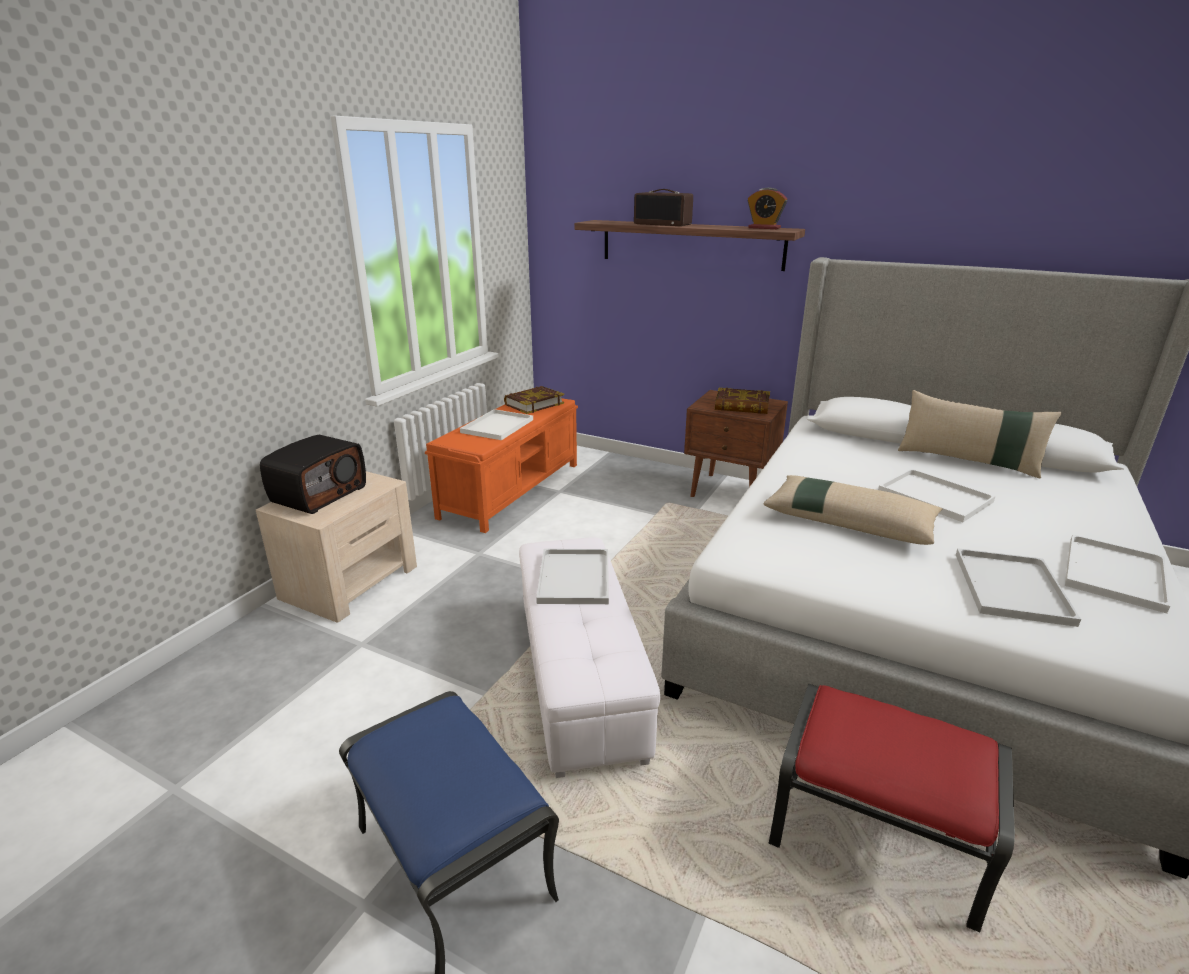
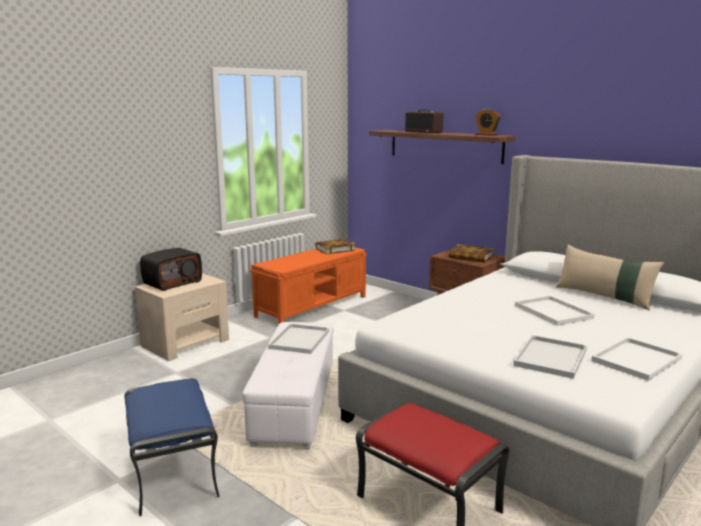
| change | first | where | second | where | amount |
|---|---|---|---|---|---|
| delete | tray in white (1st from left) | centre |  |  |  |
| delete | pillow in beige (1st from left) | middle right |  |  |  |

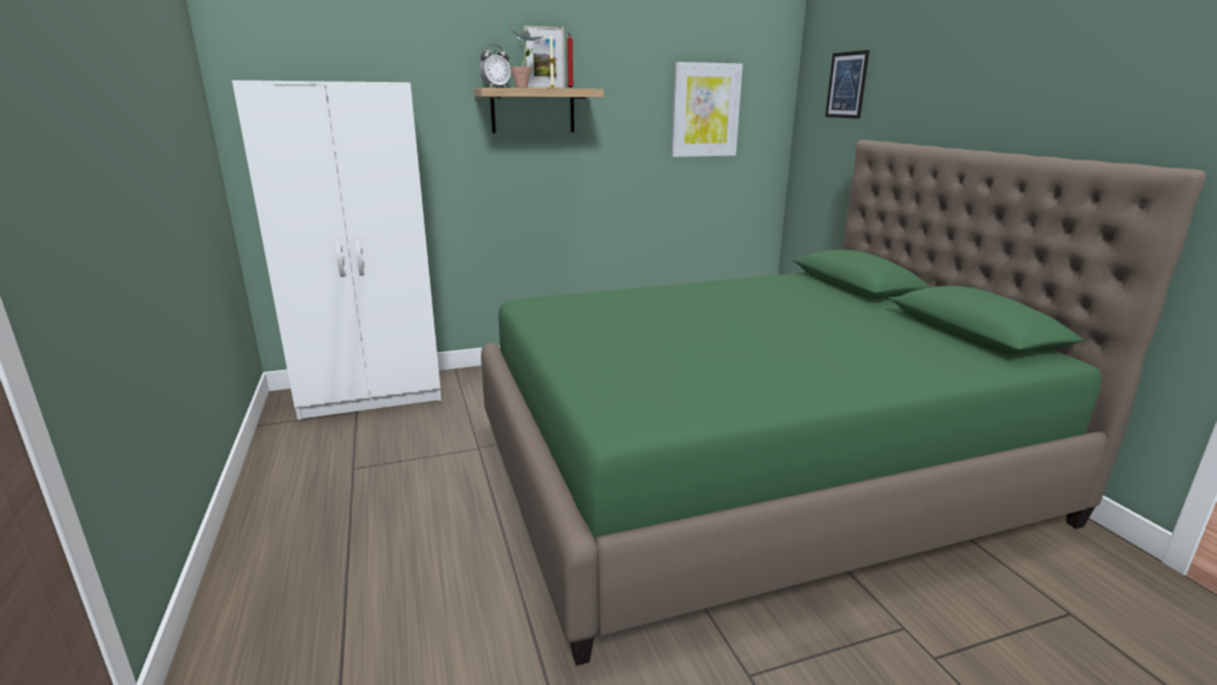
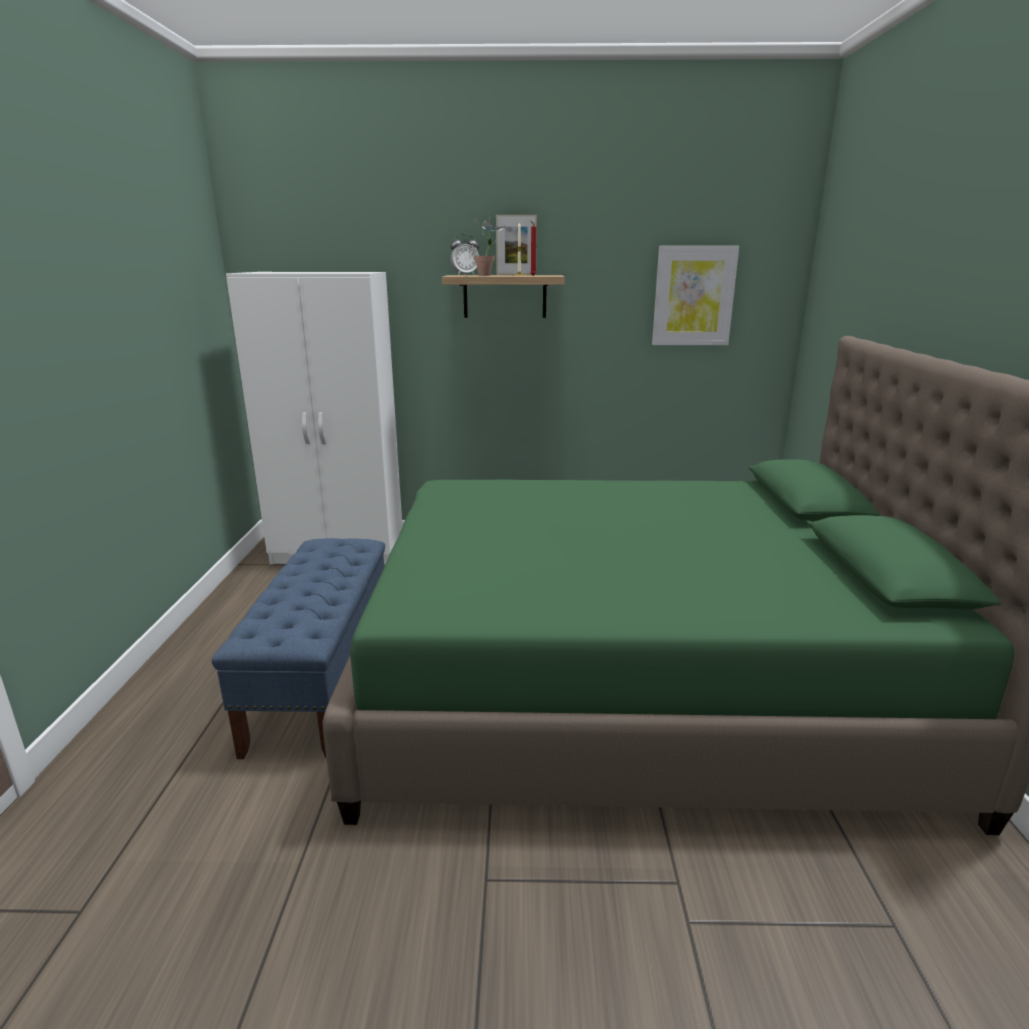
| change | first | where | second | where | amount |
|---|---|---|---|---|---|
| insert |  |  | bench in blue | middle left |  |
| delete | picture (2nd from left) | top right |  |  |  |

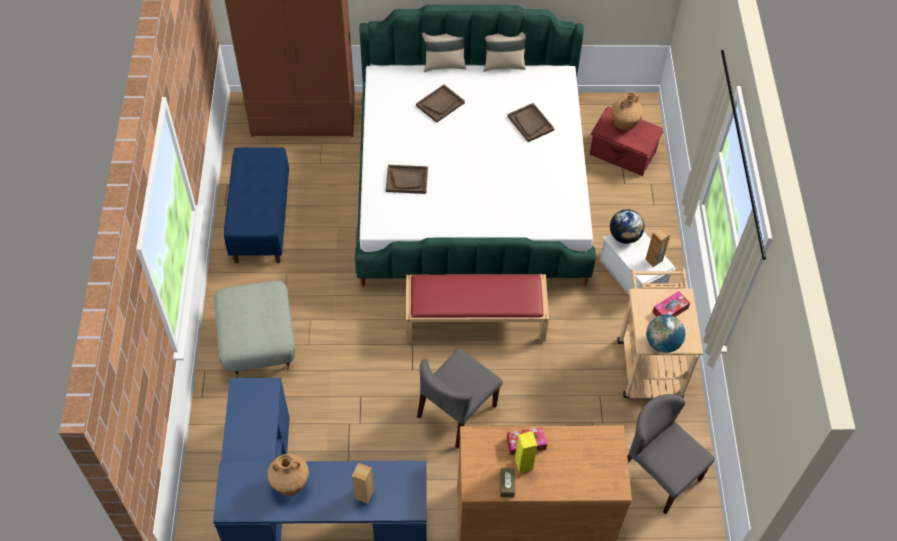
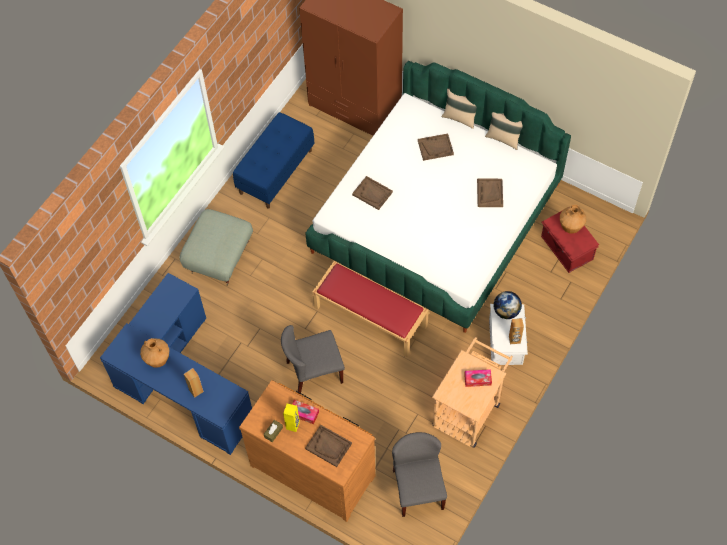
| change | first | where | second | where | amount |
|---|---|---|---|---|---|
| insert |  |  | tray in brown (1st from left) | bottom centre |  |
| delete | globe (2nd from left) | middle right |  |  |  |

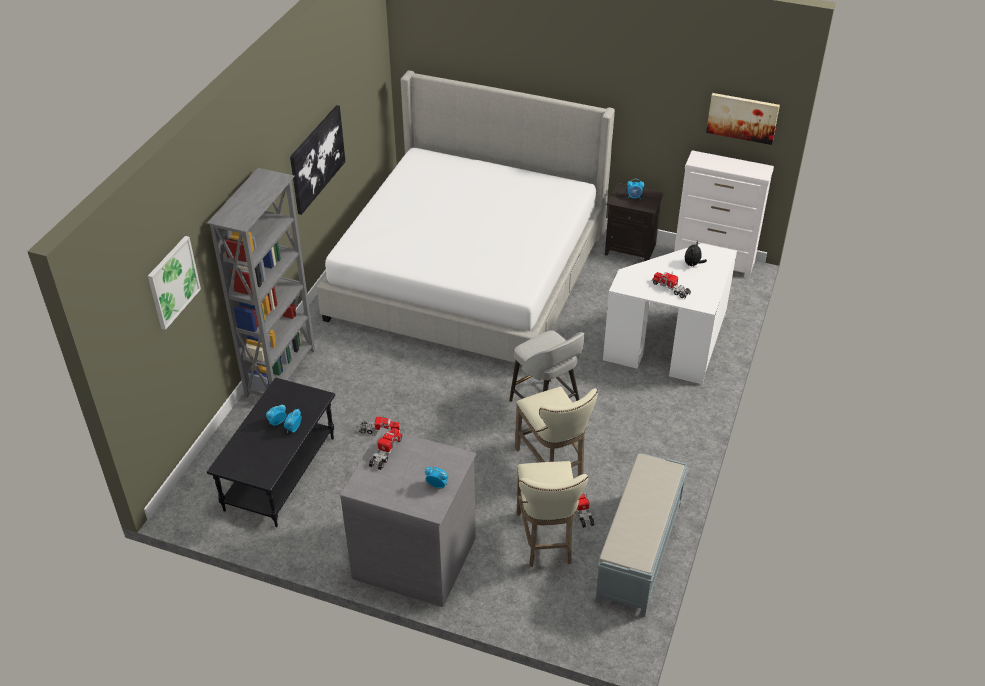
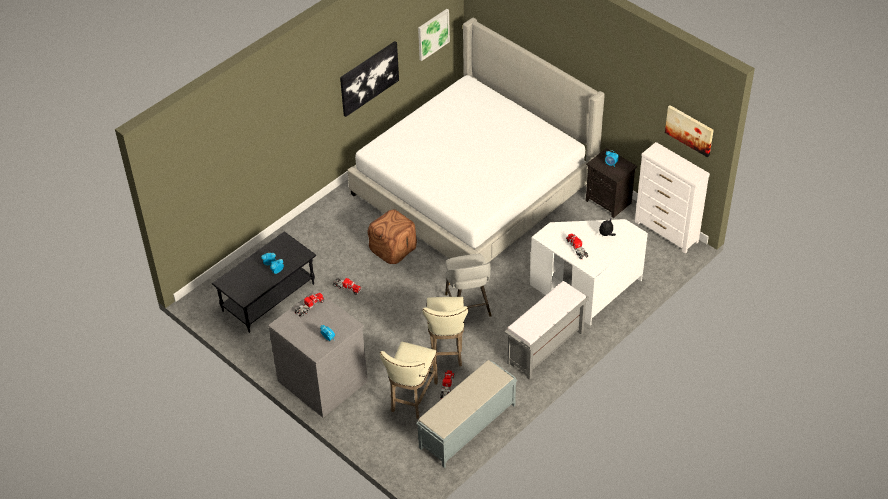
| change | first | where | second | where | amount |
|---|---|---|---|---|---|
| insert |  |  | ottoman in brown | centre |  |
| move | picture (1st from left in the first image) | middle left | picture (2nd from left) | top centre |  |
| insert |  |  | bench in grey (2nd from left) | centre |  |
| delete | bookcase in grey | middle left |  |  |  |

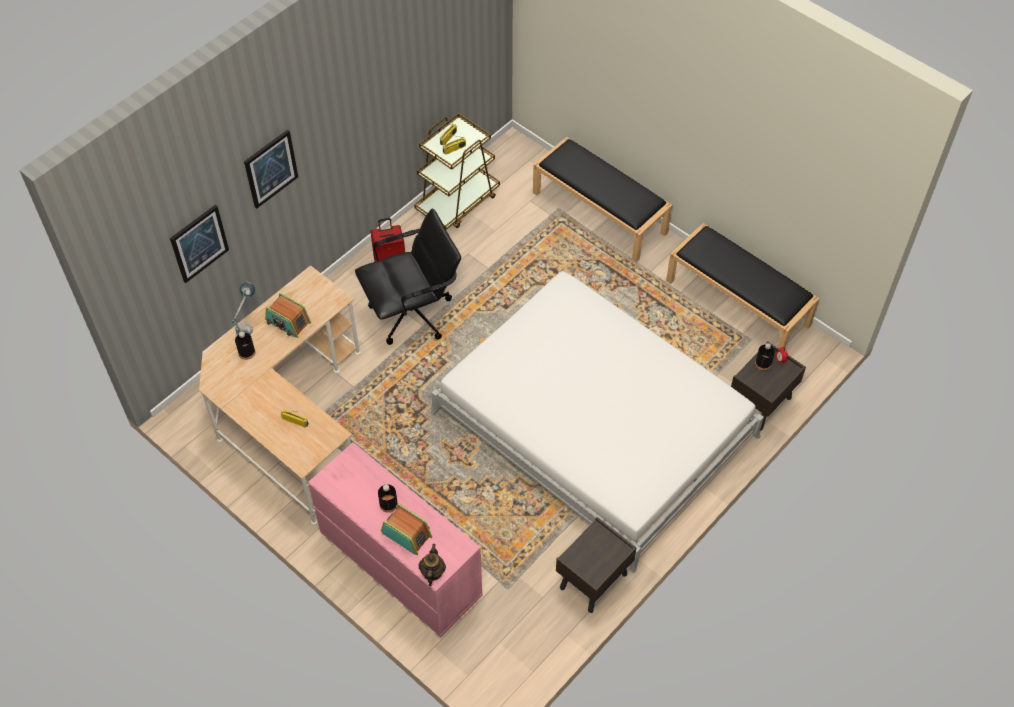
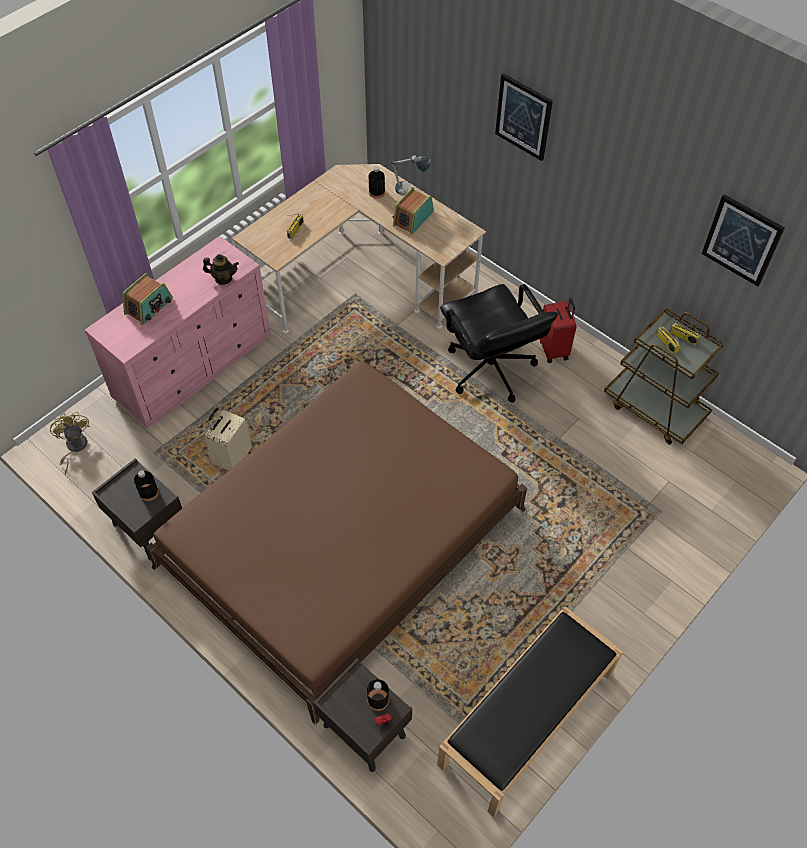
| change | first | where | second | where | amount |
|---|---|---|---|---|---|
| insert |  |  | fan in yellow | middle left |  |
| move | bottle in black (2nd from left in the first image) | bottom centre | bottle in black (1st from left) | middle left |  |
| recolor | bed in white | centre | bed in brown | centre |  |
| move | teapot | bottom centre |  | top left |  |
| insert |  |  | suitcase in beige | middle left |  |
| move | picture (1st from left in the first image) | middle left | picture (2nd from left) | top right |  |
| delete | bench in black (1st from left) | top centre |  |  |  |

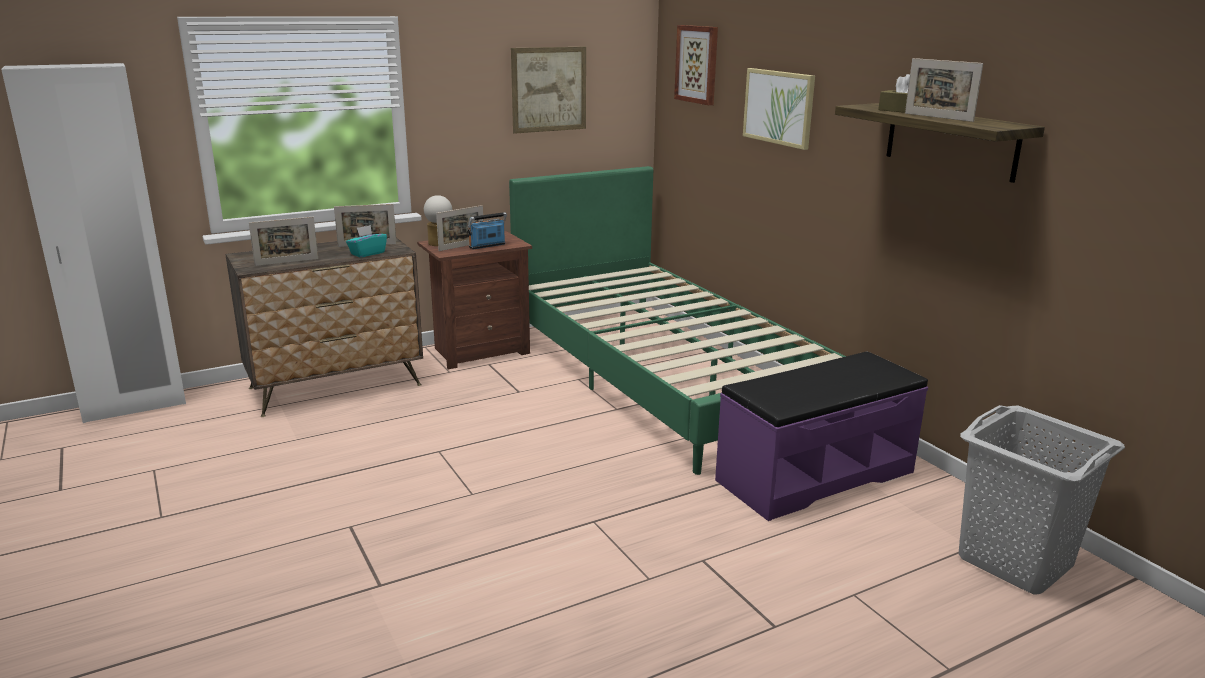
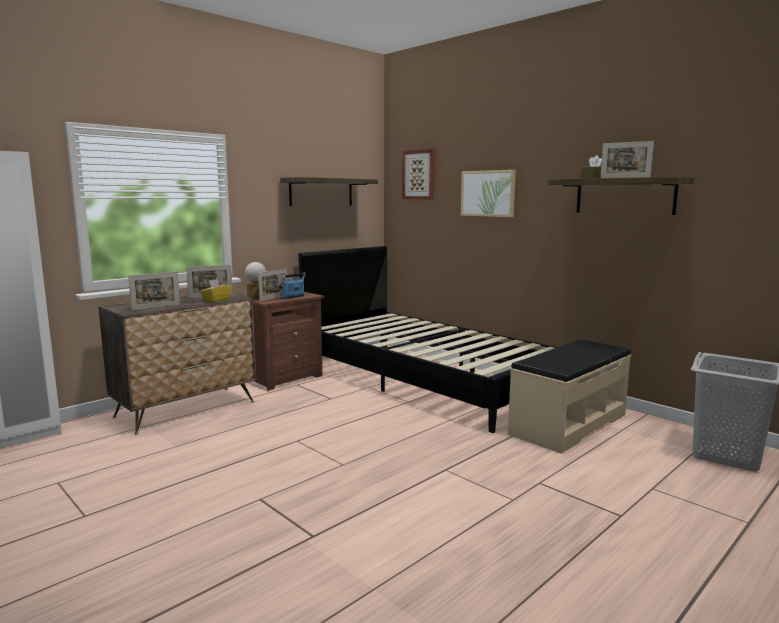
| change | first | where | second | where | amount |
|---|---|---|---|---|---|
| recolor | tissue box in turquoise | middle left | tissue box in yellow | middle left |  |
| replace | picture (1st from left) | top centre | shelf (1st from left) | top centre |  |
| recolor | bed in green | centre | bed in black | centre |  |
| recolor | bench in purple | middle right | bench in beige | middle right |  |

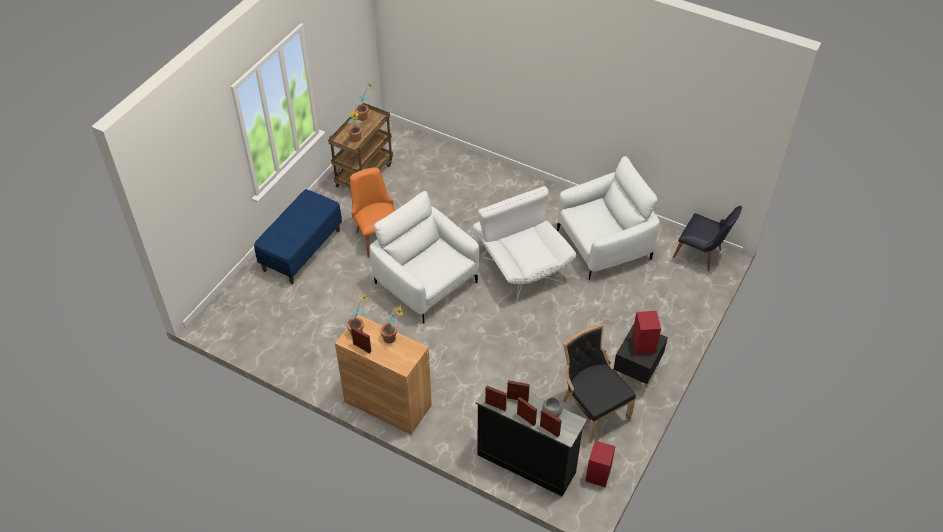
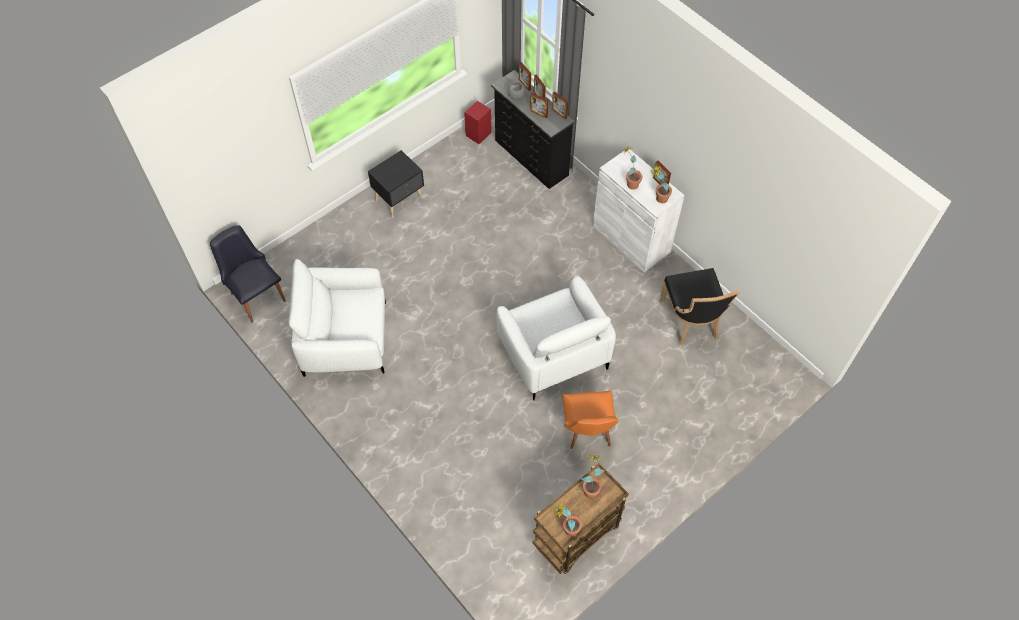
| change | first | where | second | where | amount |
|---|---|---|---|---|---|
| recolor | cabinet in brown | bottom centre | cabinet in white | centre |  |
| move | chair in black (1st from left in the first image) | bottom centre | chair in black (2nd from left) | middle right |  |
| delete | bench in blue | middle left |  |  |  |
| delete | armchair in white (2nd from left) | centre |  |  |  |
| delete | speaker in red (2nd from left) | middle right |  |  |  |

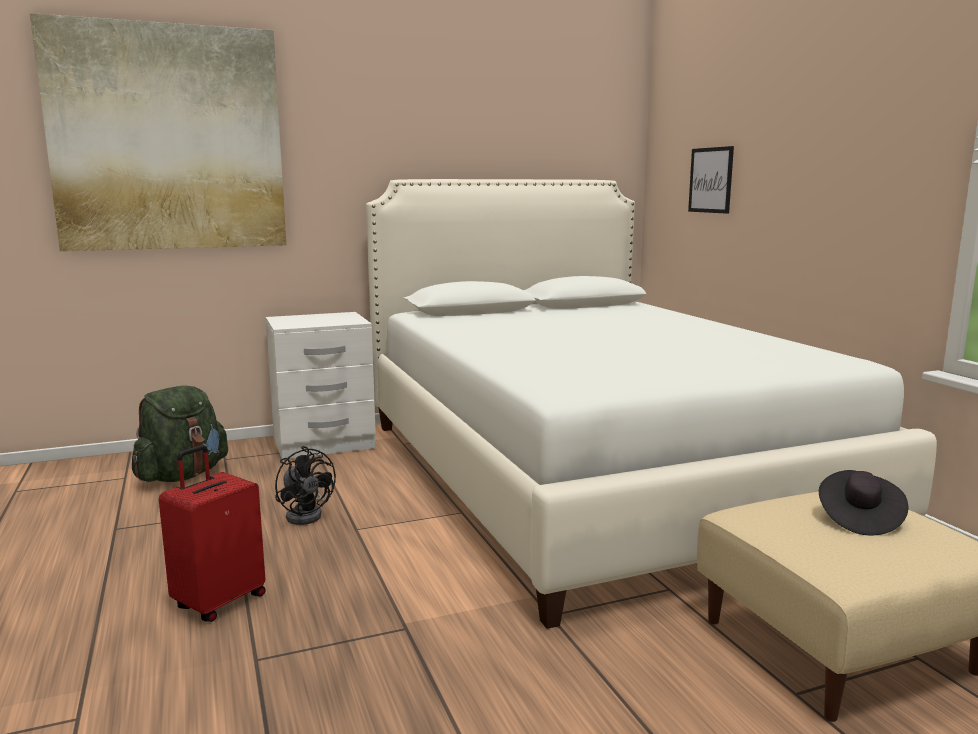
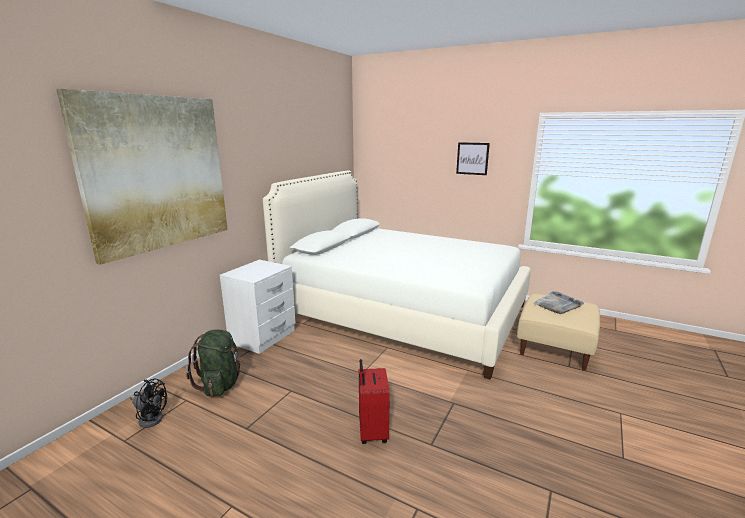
| change | first | where | second | where | amount |
|---|---|---|---|---|---|
| move | fan in black | middle left |  | bottom left |  |
| move | picture (2nd from left) | top right |  | top centre |  |
| replace | hat in black | bottom right | tray in grey | middle right |  |

